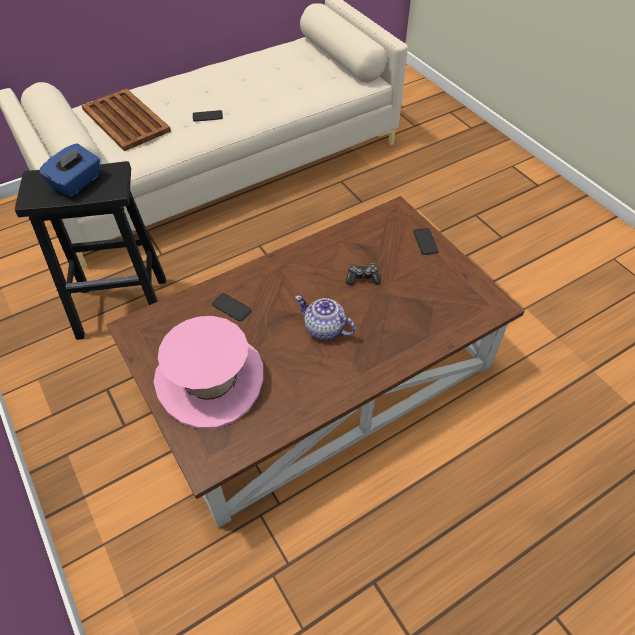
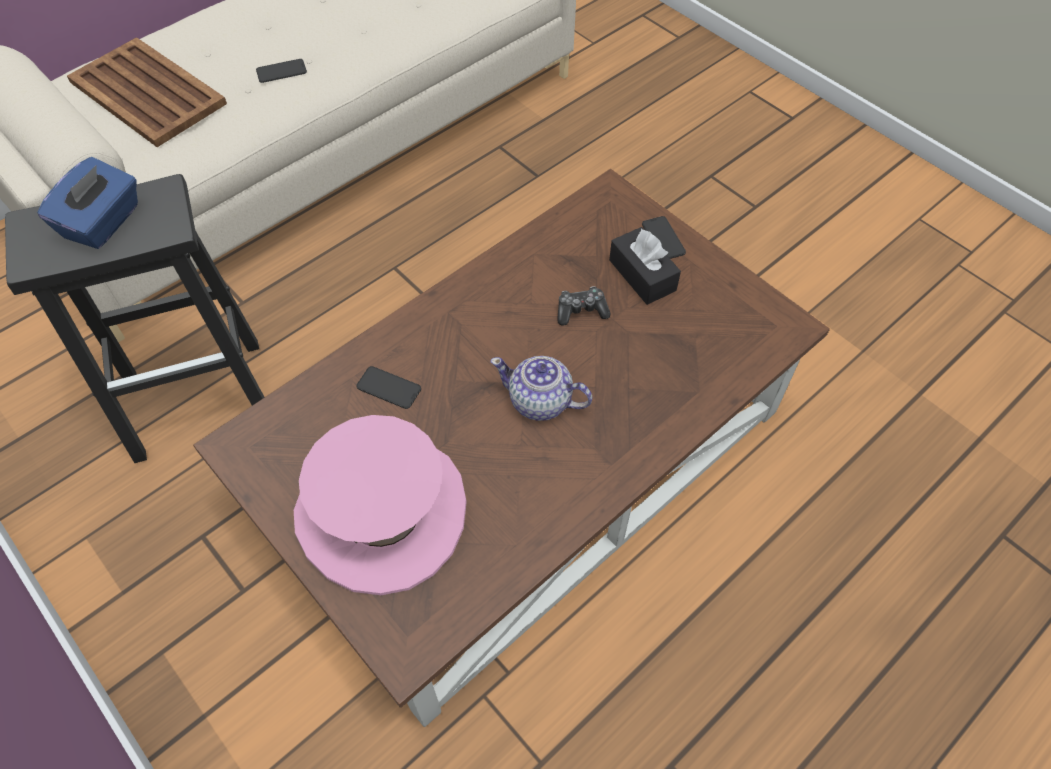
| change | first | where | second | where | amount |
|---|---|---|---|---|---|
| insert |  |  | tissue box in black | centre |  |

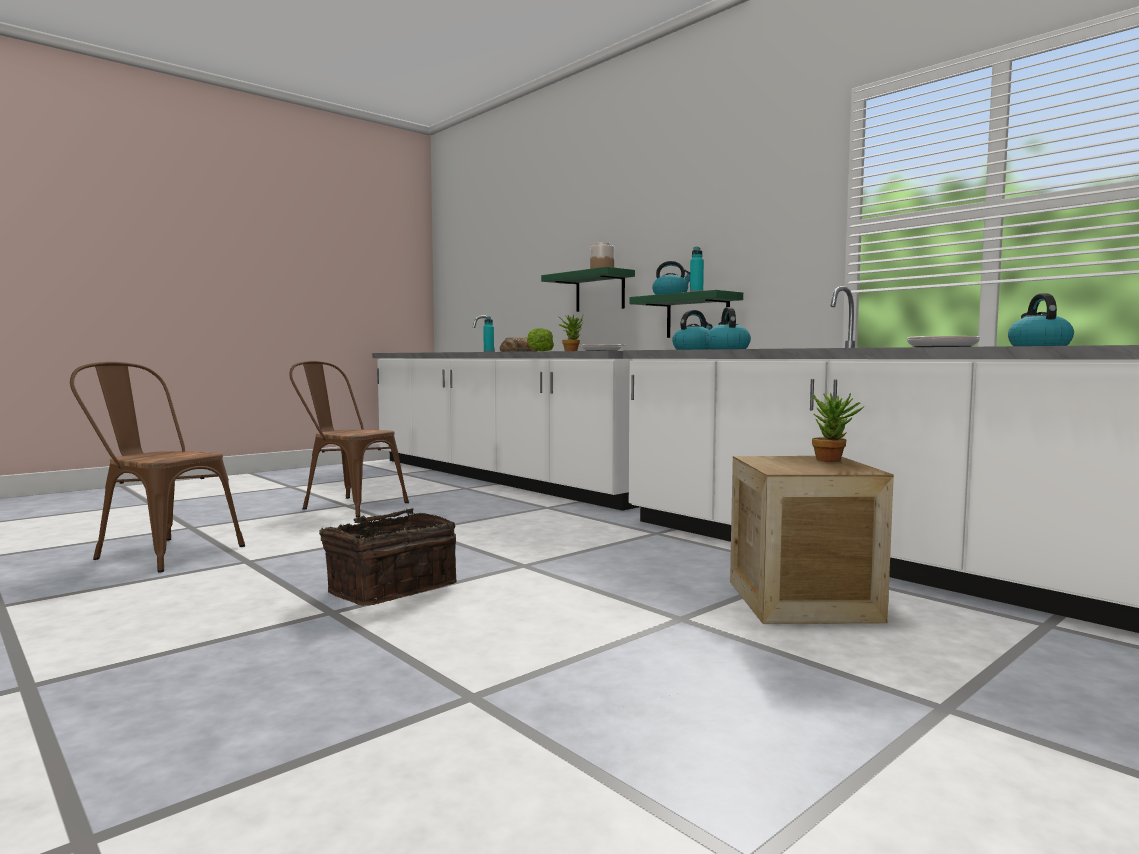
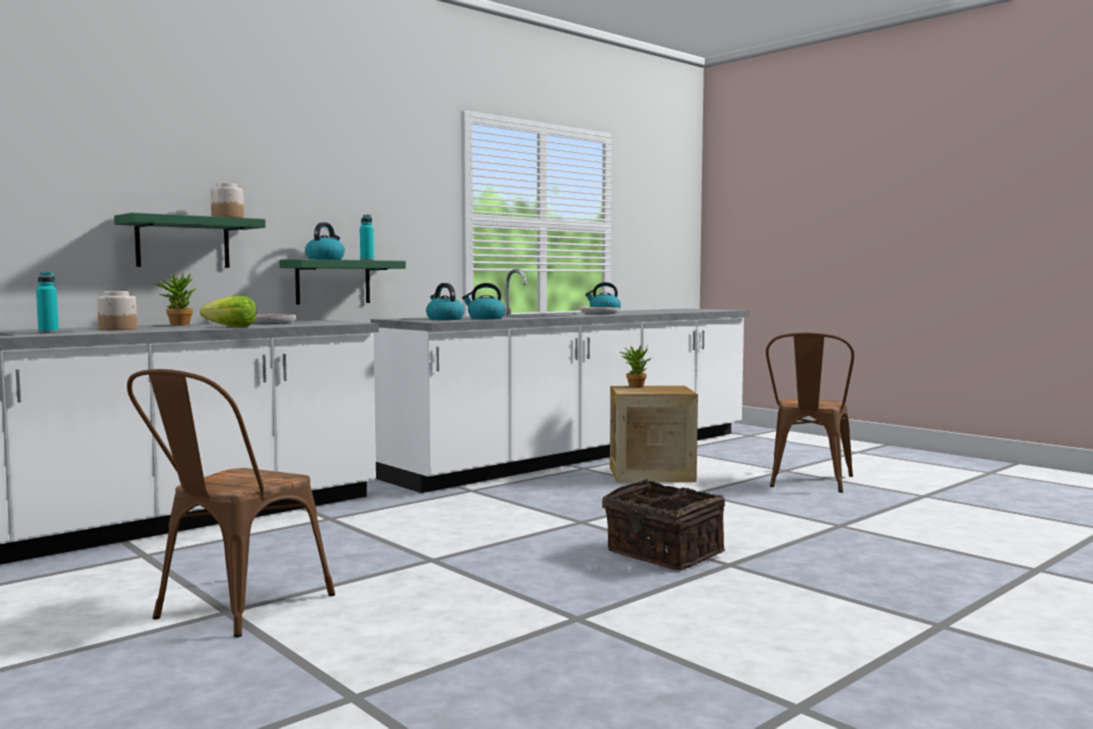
| change | first | where | second | where | amount |
|---|---|---|---|---|---|
| replace | bread | centre | jar (1st from left) | middle left |  |
| move | chair in brown (1st from left in the first image) | middle left | chair in brown (2nd from left) | middle right |  |

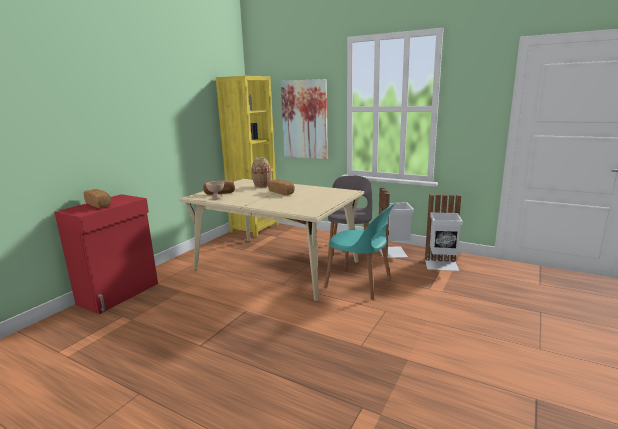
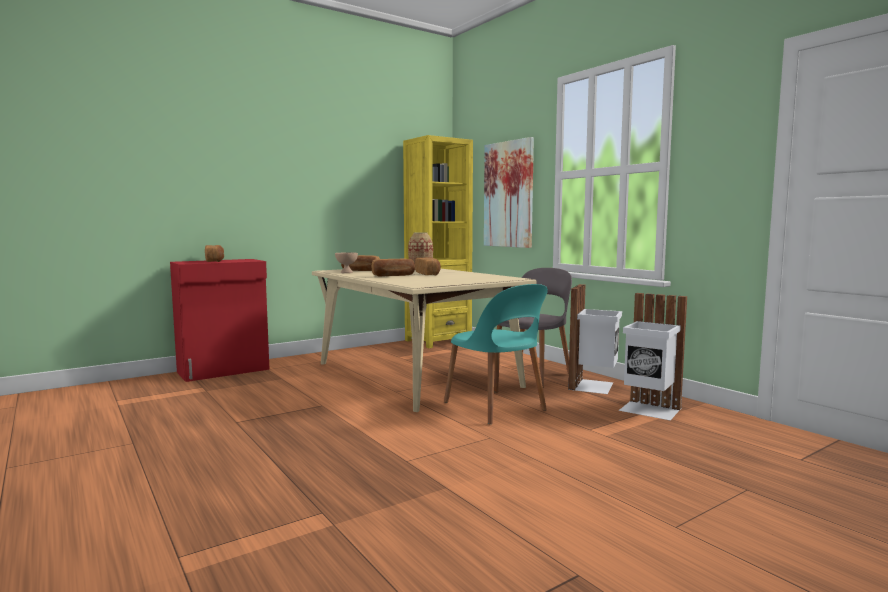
| change | first | where | second | where | amount |
|---|---|---|---|---|---|
| insert |  |  | bread (3rd from left) | centre |  |

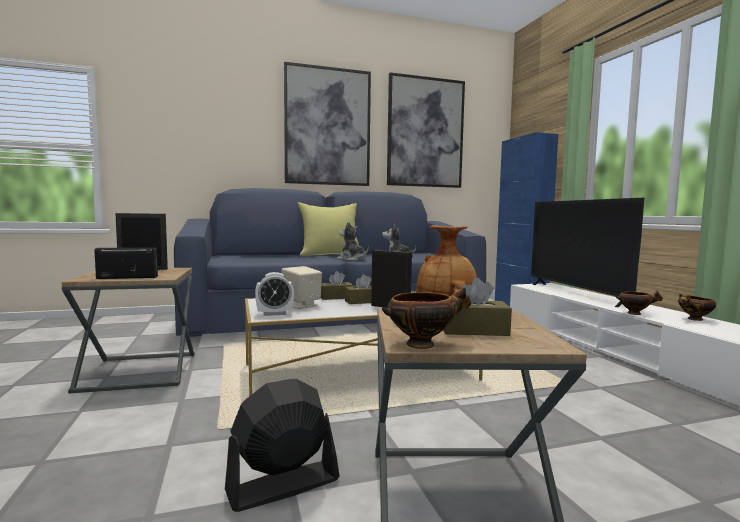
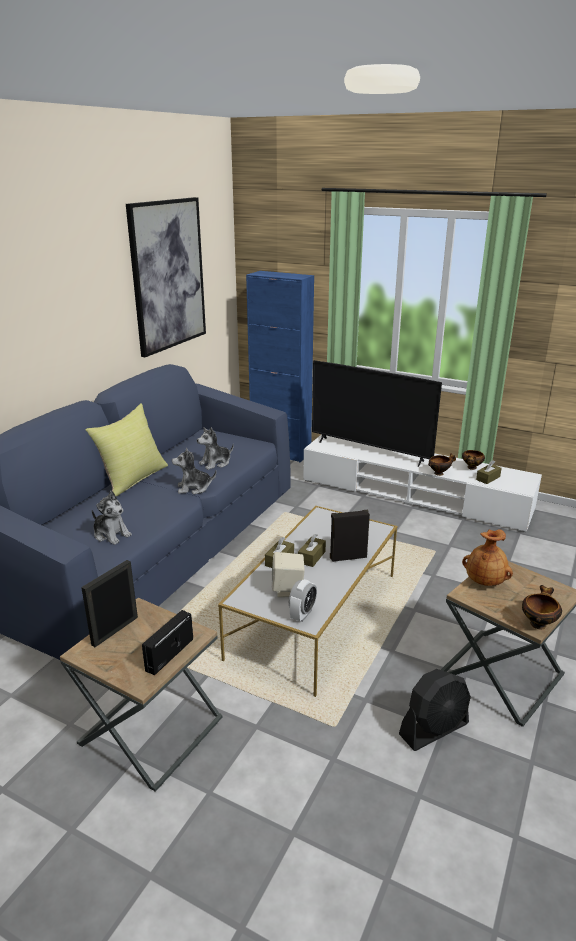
| change | first | where | second | where | amount |
|---|---|---|---|---|---|
| insert |  |  | plush toy (1st from left) | middle left |  |
| rotate | fan in black | bottom centre |  | bottom right | 135 degrees counterclockwise |
| move | tissue box in brown (3rd from left) | centre |  | middle right |  |
| delete | picture (1st from left) | top centre |  |  |  |

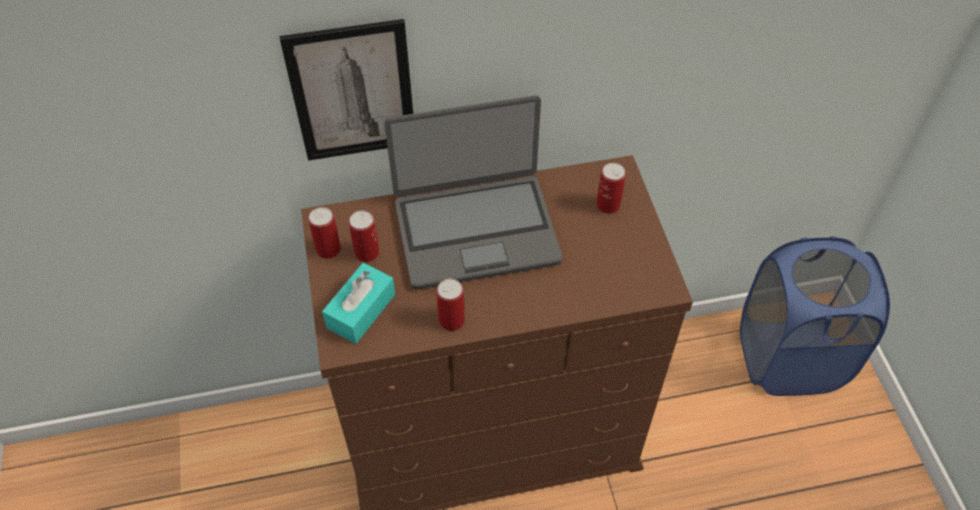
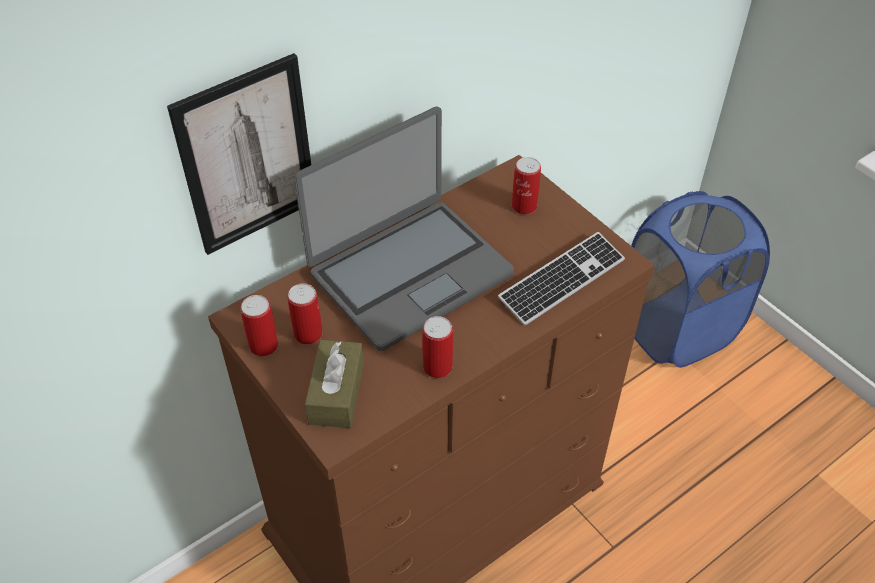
| change | first | where | second | where | amount |
|---|---|---|---|---|---|
| recolor | tissue box in turquoise | centre | tissue box in brown | centre |  |
| insert |  |  | keyboard | centre |  |

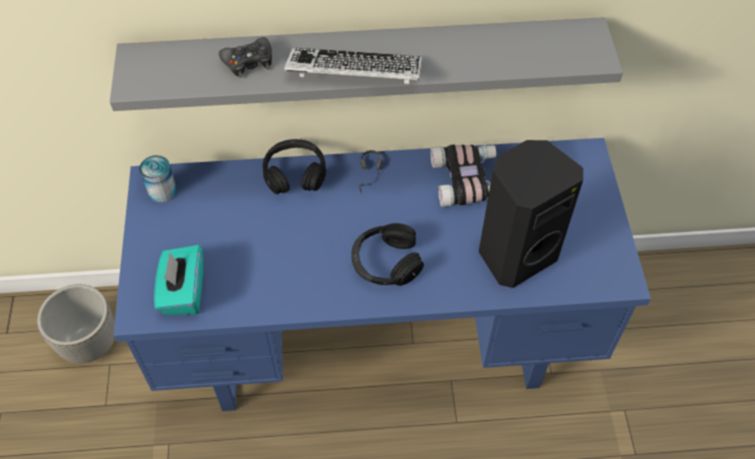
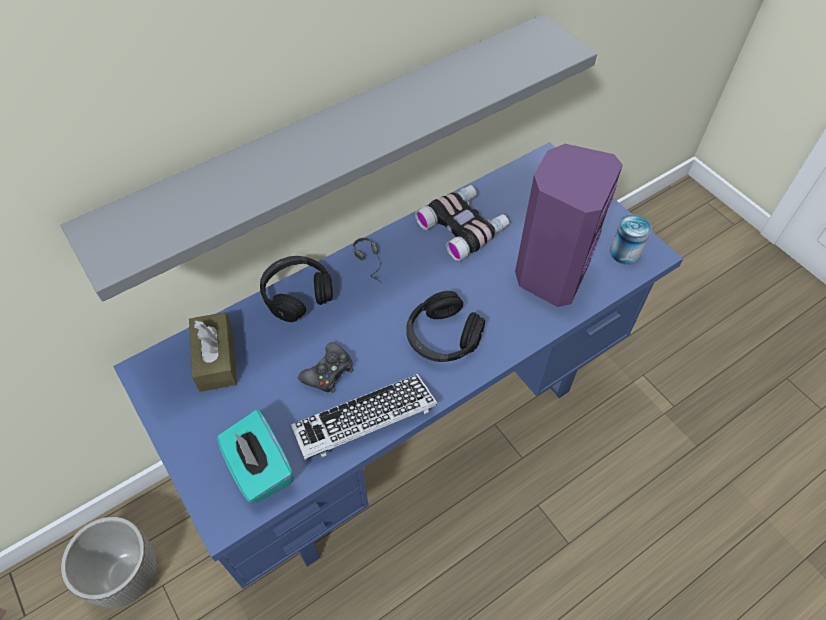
| change | first | where | second | where | amount |
|---|---|---|---|---|---|
| insert |  |  | tissue box in brown | middle left |  |
| move | keyboard | top centre |  | bottom centre |  |
| move | game controller in black | top left |  | centre |  |
| recolor | speaker in black | middle right | speaker in purple | middle right |  |
| move | can | middle left |  | middle right |  |

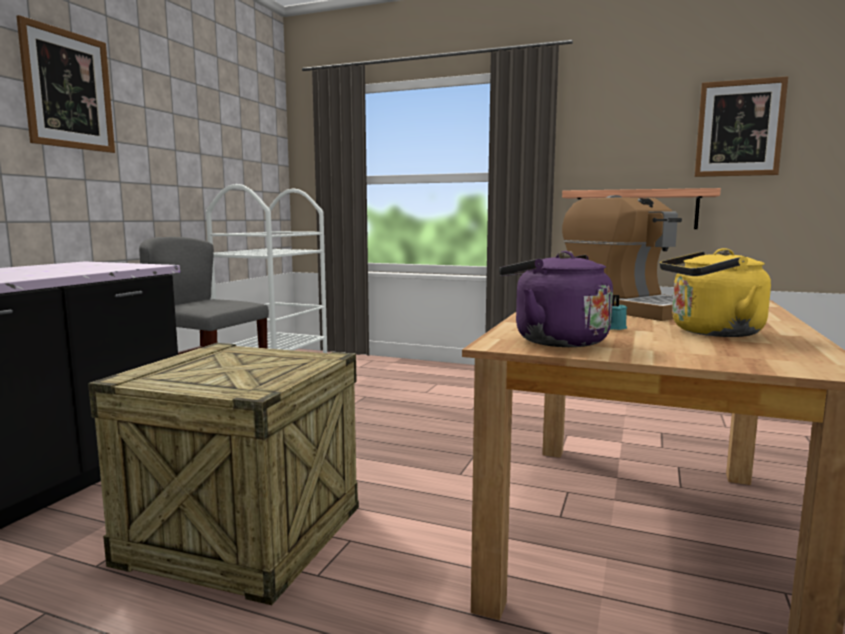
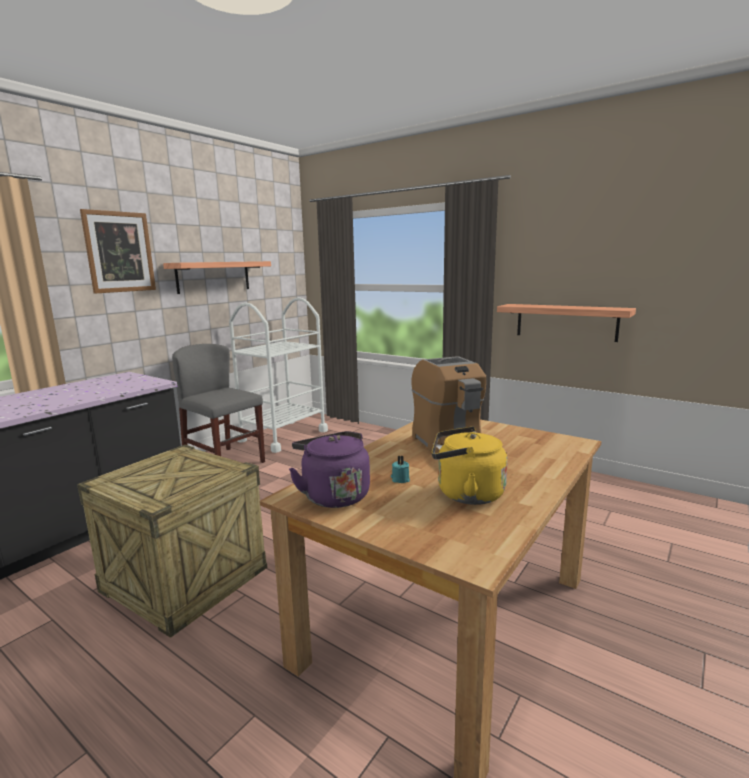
| change | first | where | second | where | amount |
|---|---|---|---|---|---|
| insert |  |  | shelf (1st from left) | middle left |  |
| delete | picture (2nd from left) | top right |  |  |  |

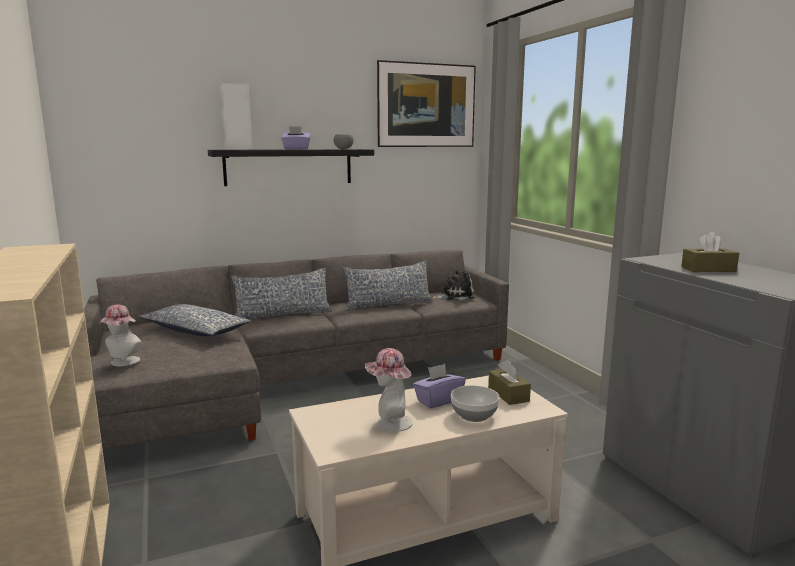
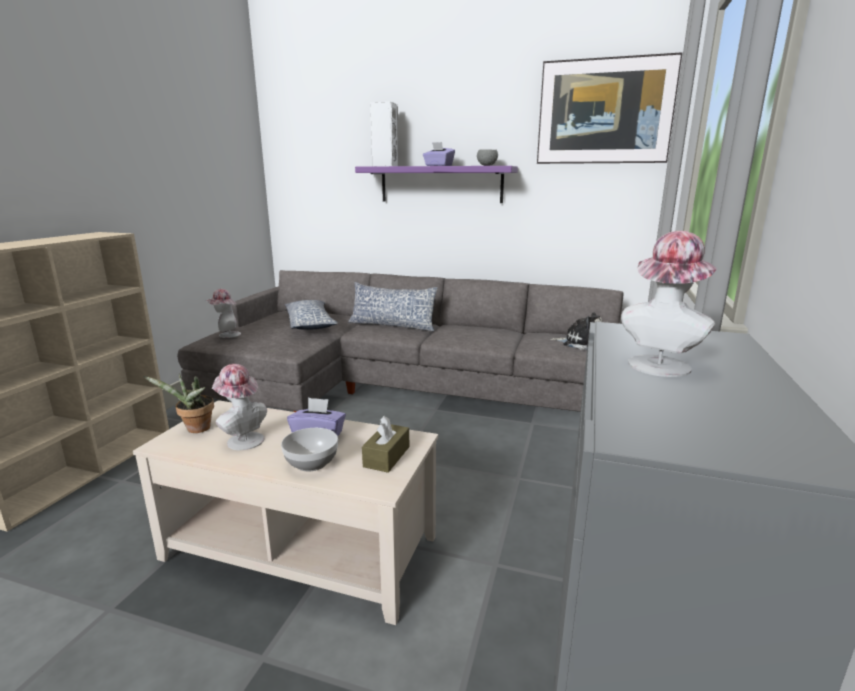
| change | first | where | second | where | amount |
|---|---|---|---|---|---|
| insert |  |  | potted plant | middle left |  |
| recolor | shelf in black | top centre | shelf in purple | top centre |  |
| replace | tissue box in brown (2nd from left) | middle right | hat (3rd from left) | middle right |  |
| delete | pillow (3rd from left) | centre |  |  |  |

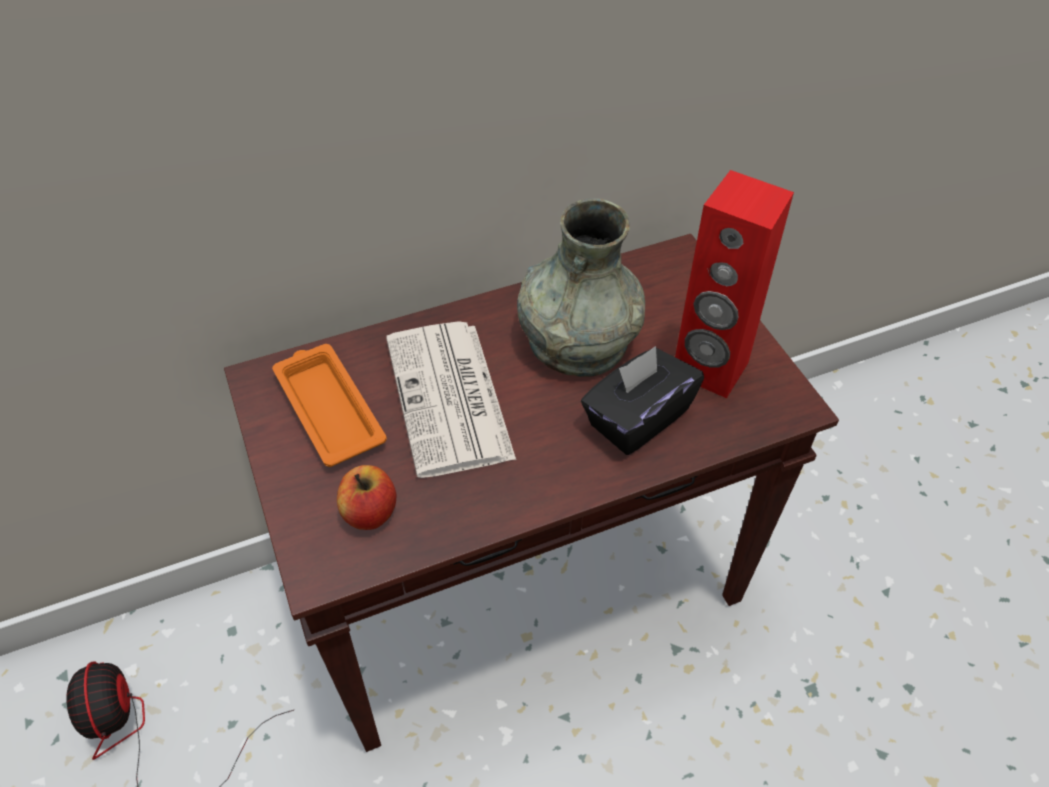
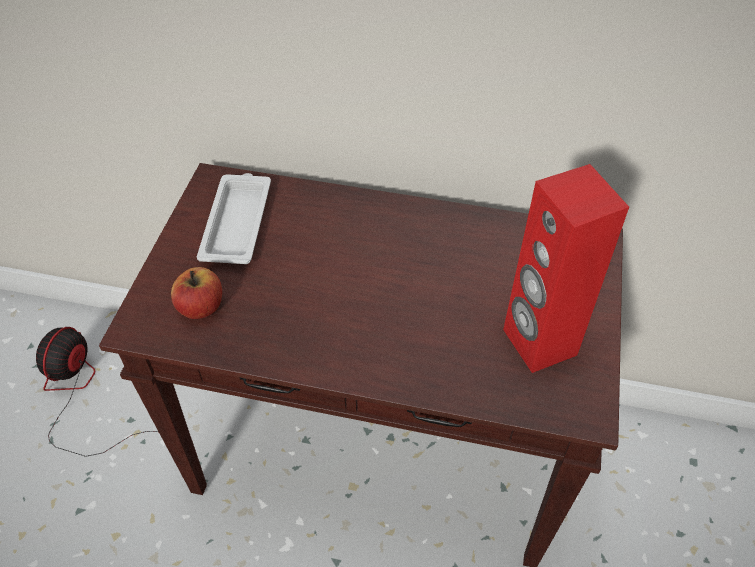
| change | first | where | second | where | amount |
|---|---|---|---|---|---|
| recolor | tray in orange | middle left | tray in white | middle left |  |
| delete | newspaper | centre |  |  |  |
| delete | vase in grey | centre |  |  |  |
| delete | tissue box in black | centre |  |  |  |

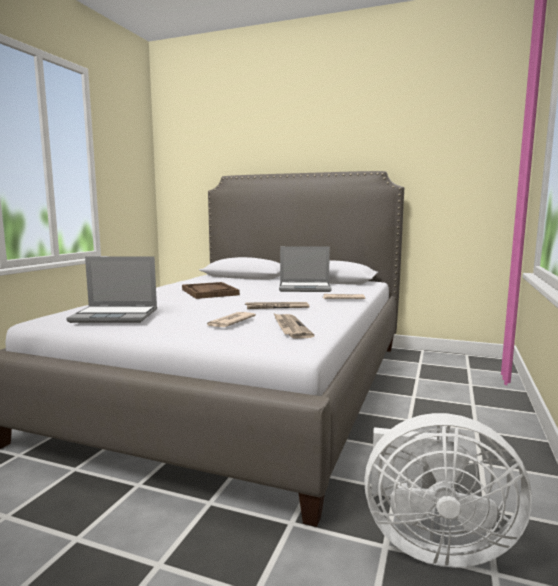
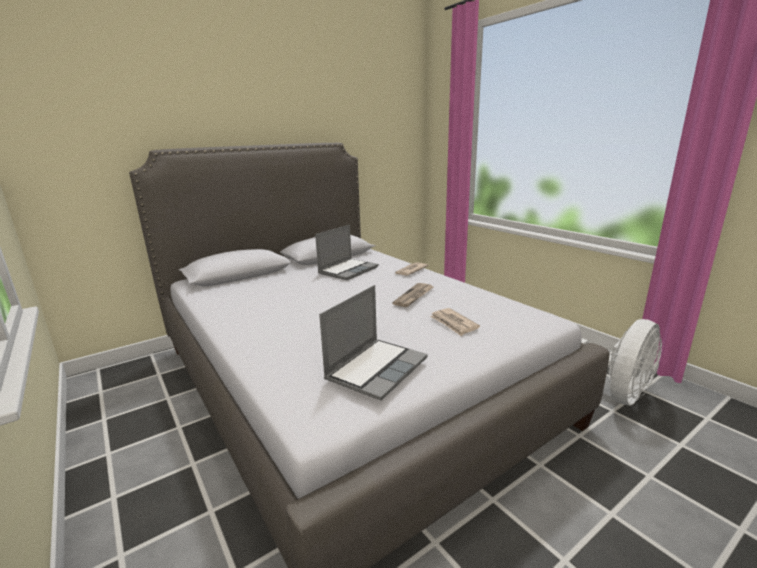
| change | first | where | second | where | amount |
|---|---|---|---|---|---|
| delete | tray in brown | centre |  |  |  |
| delete | newspaper (3rd from left) | centre |  |  |  |

